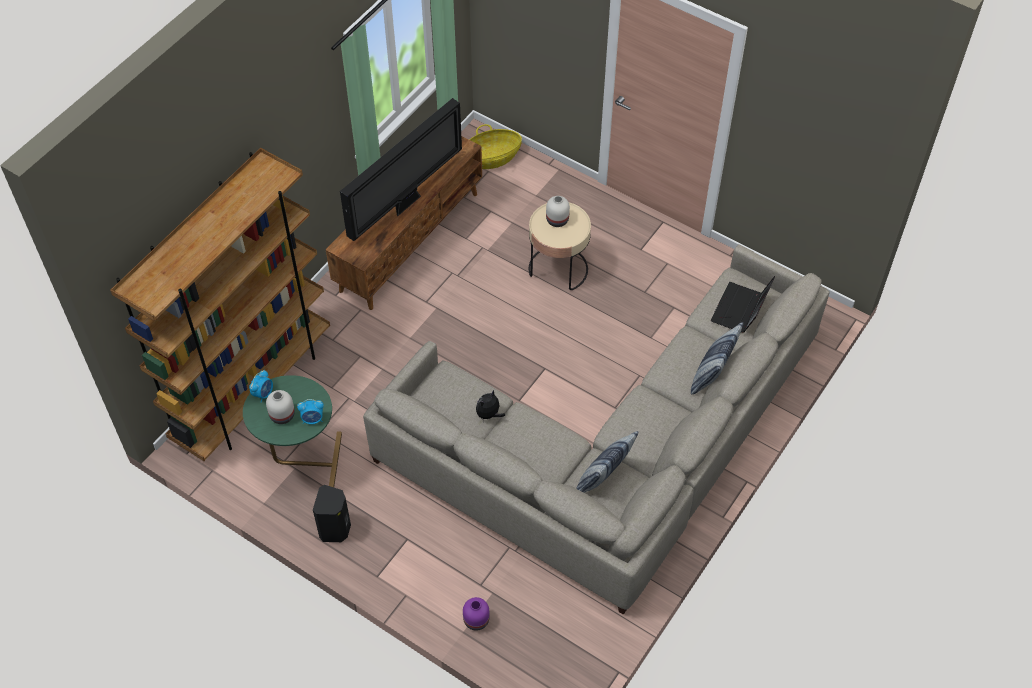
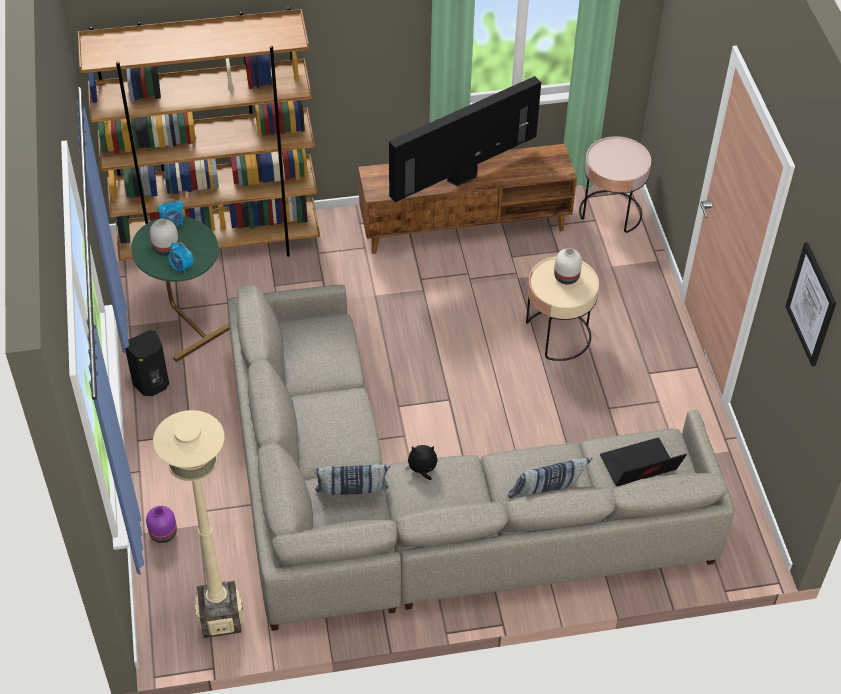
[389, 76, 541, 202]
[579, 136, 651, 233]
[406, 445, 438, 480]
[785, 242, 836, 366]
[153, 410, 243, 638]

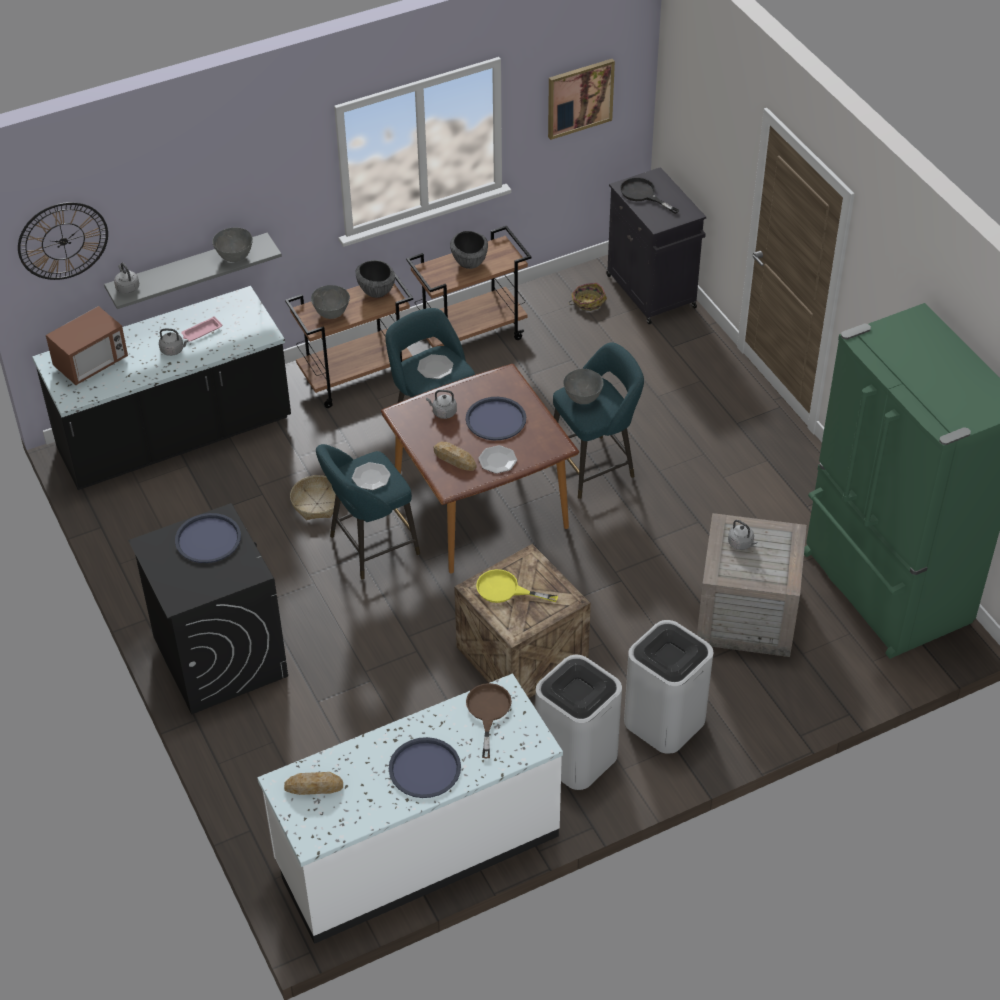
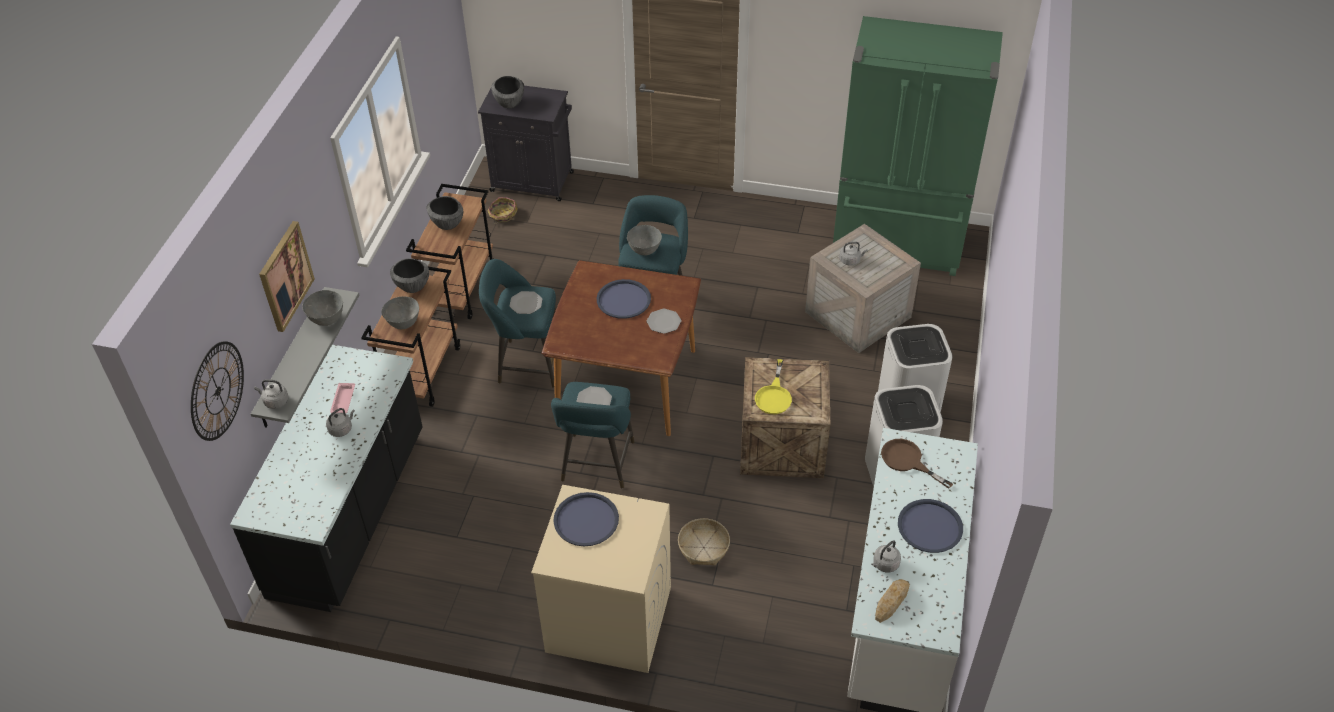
[259, 221, 315, 332]
[491, 76, 524, 108]
[46, 306, 128, 385] (first image)
[871, 540, 901, 573]
[434, 442, 476, 471] (first image)
[678, 518, 730, 566]
[531, 485, 671, 673]
[755, 359, 792, 414]

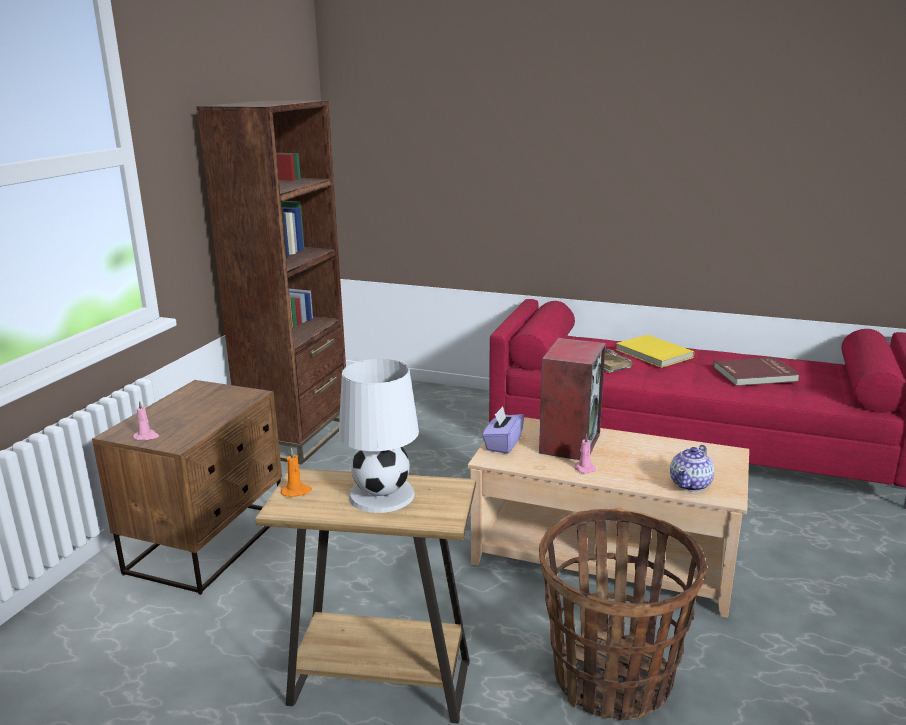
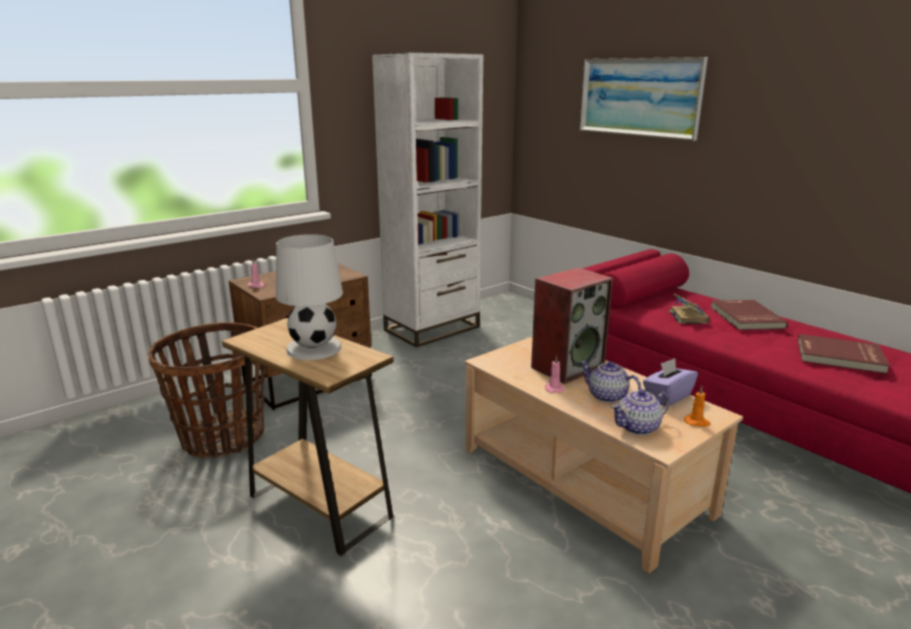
[372, 53, 483, 348]
[711, 300, 788, 330]
[643, 358, 698, 406]
[684, 386, 711, 427]
[148, 322, 265, 458]
[579, 57, 708, 141]
[580, 361, 641, 403]

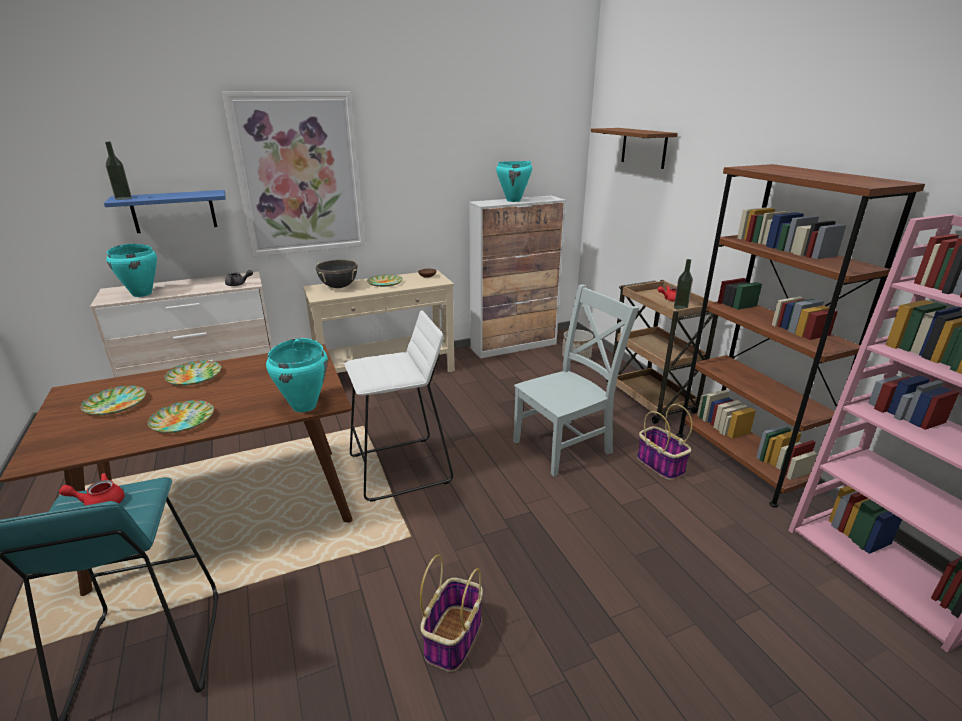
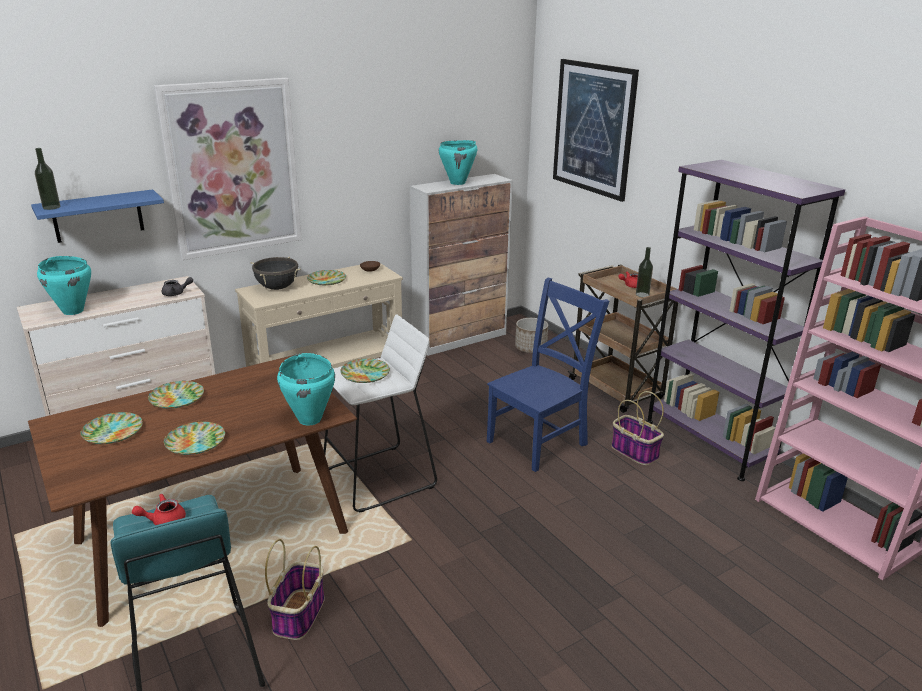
[553, 59, 639, 202]
[646, 160, 845, 481]
[487, 278, 609, 472]
[265, 539, 325, 640]
[340, 359, 390, 383]

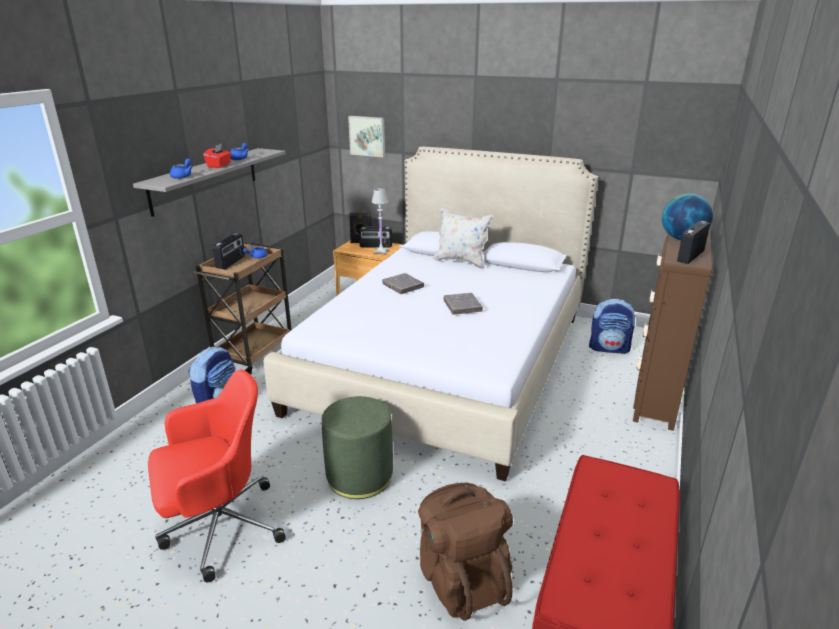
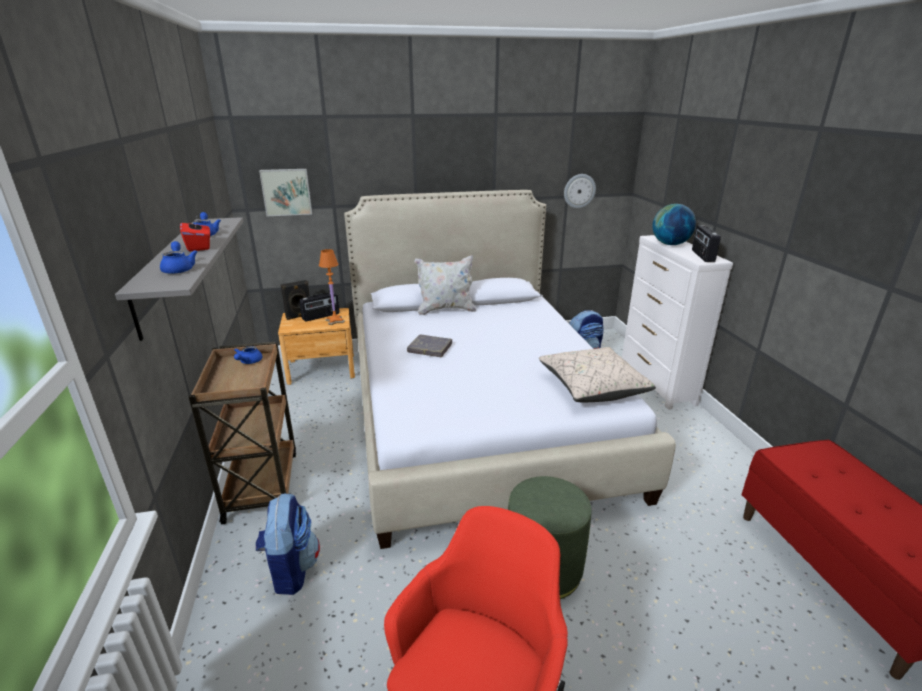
[319, 249, 345, 325]
[622, 235, 733, 410]
[212, 233, 245, 270] (first image)
[444, 293, 483, 315] (first image)
[418, 482, 513, 621] (first image)
[564, 174, 596, 208]
[539, 347, 656, 402]

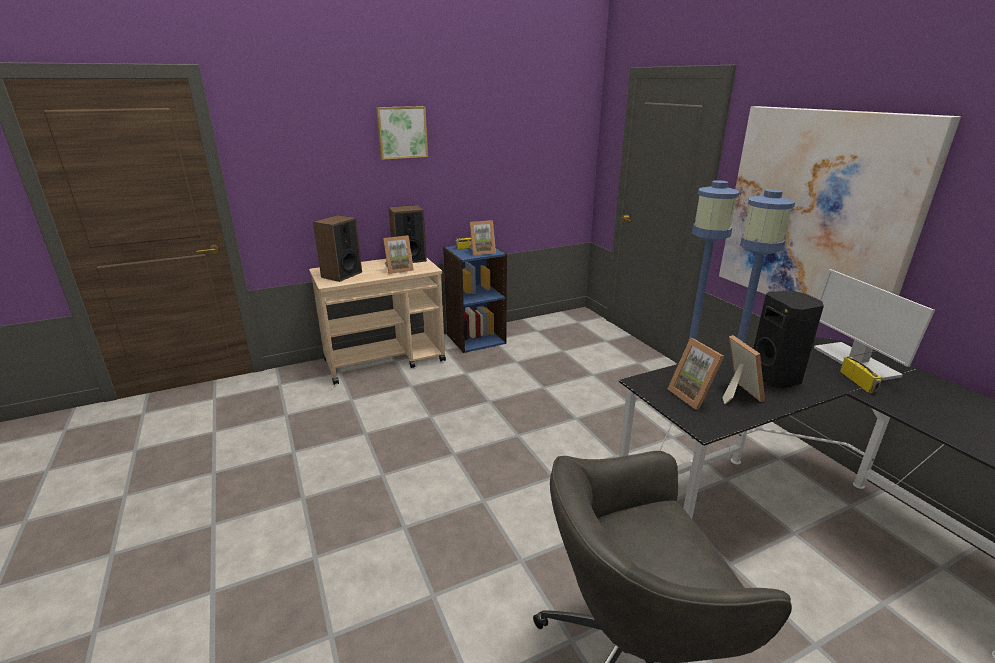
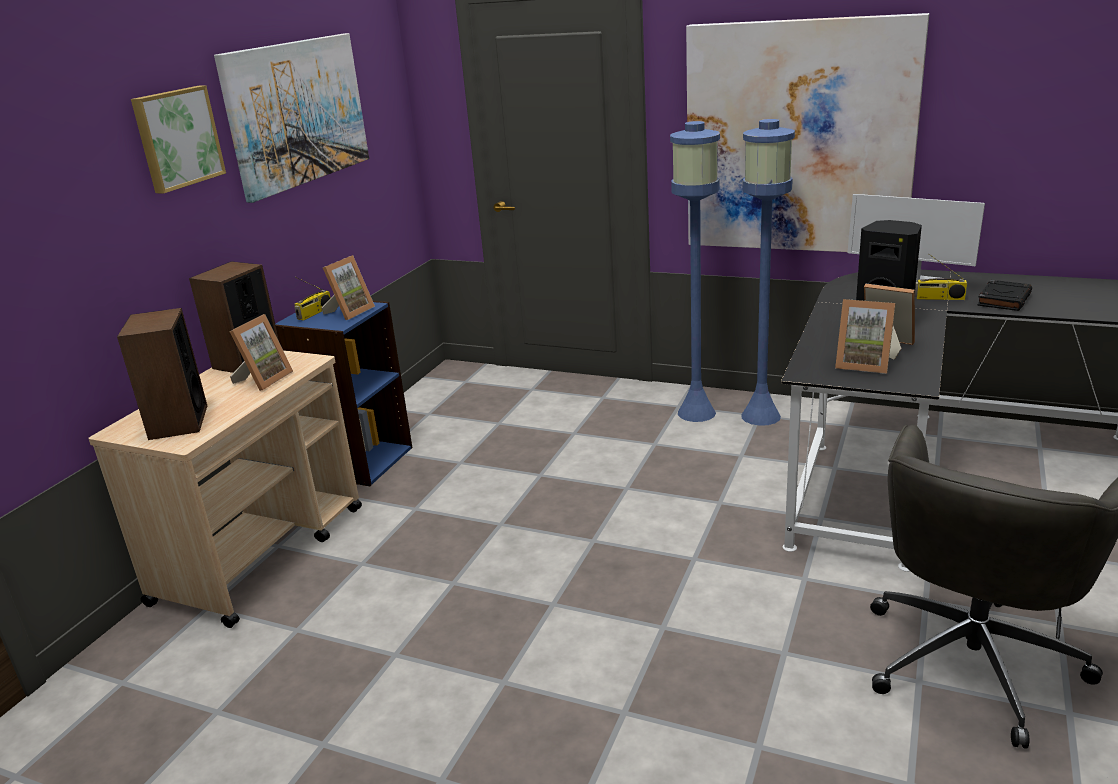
[915, 253, 967, 300]
[214, 33, 369, 203]
[977, 280, 1032, 311]

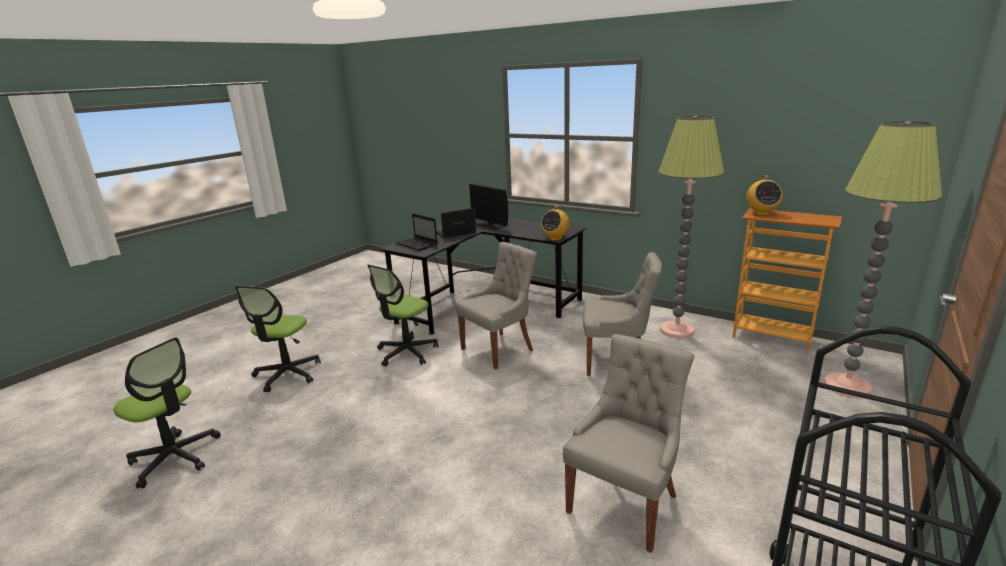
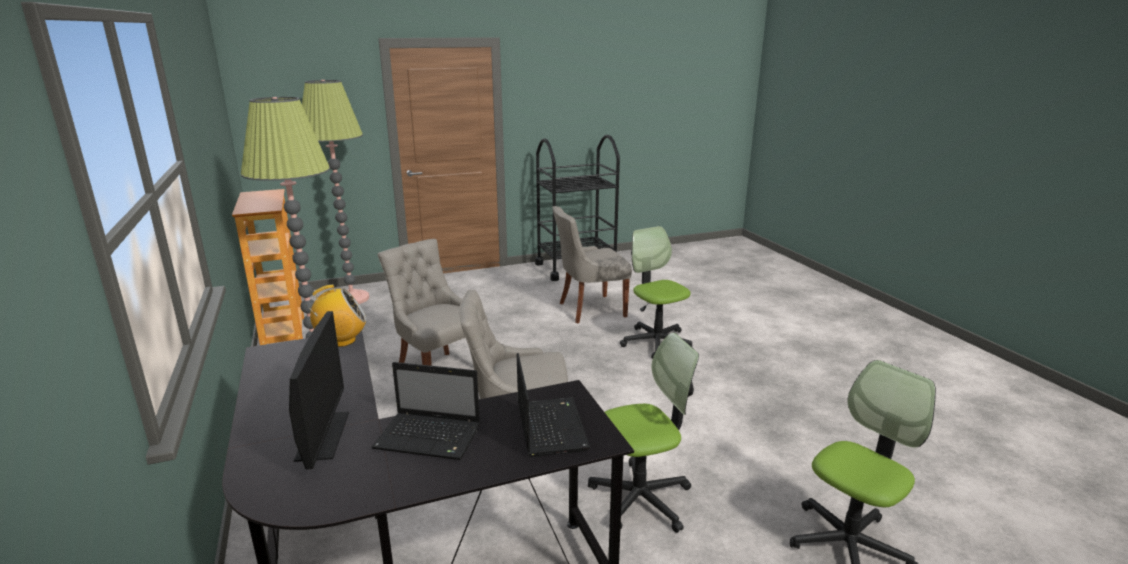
[746, 175, 783, 216] (first image)
[620, 226, 692, 359]

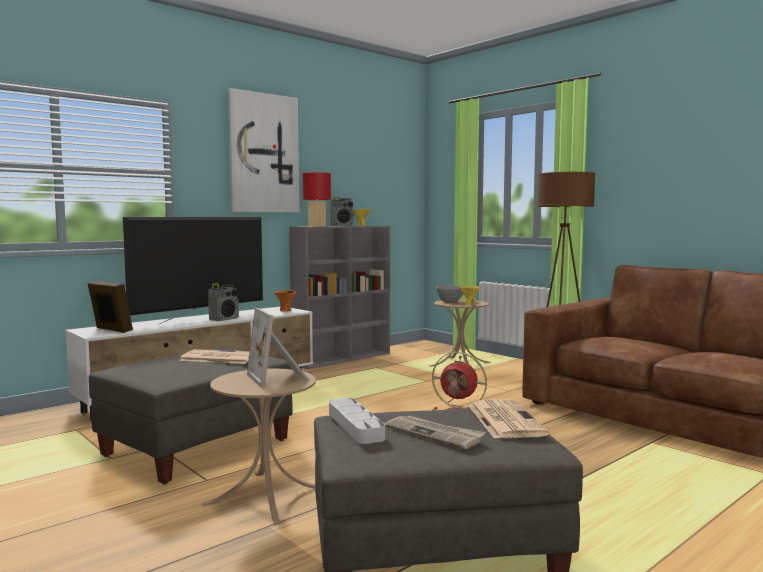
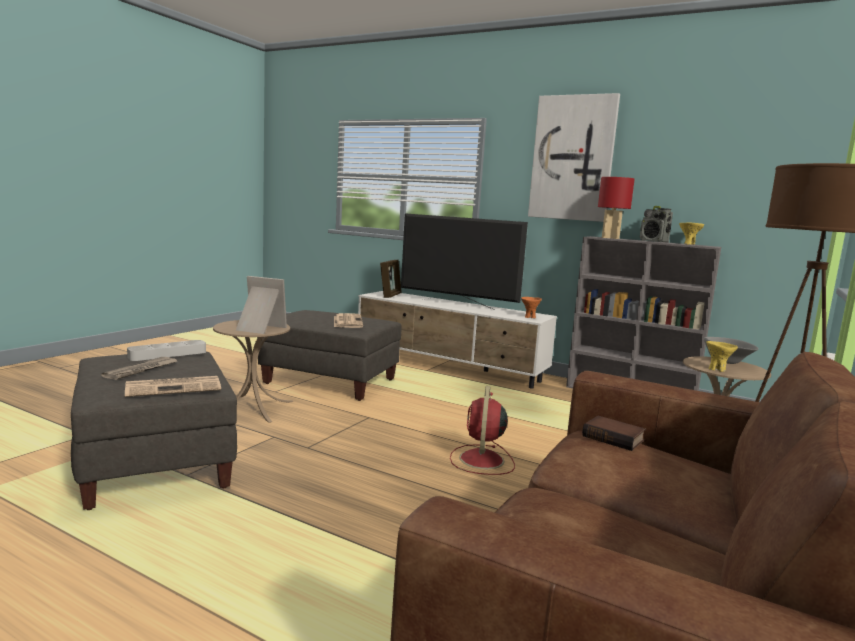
[208, 283, 239, 321] (first image)
[236, 276, 287, 334]
[582, 416, 646, 451]

